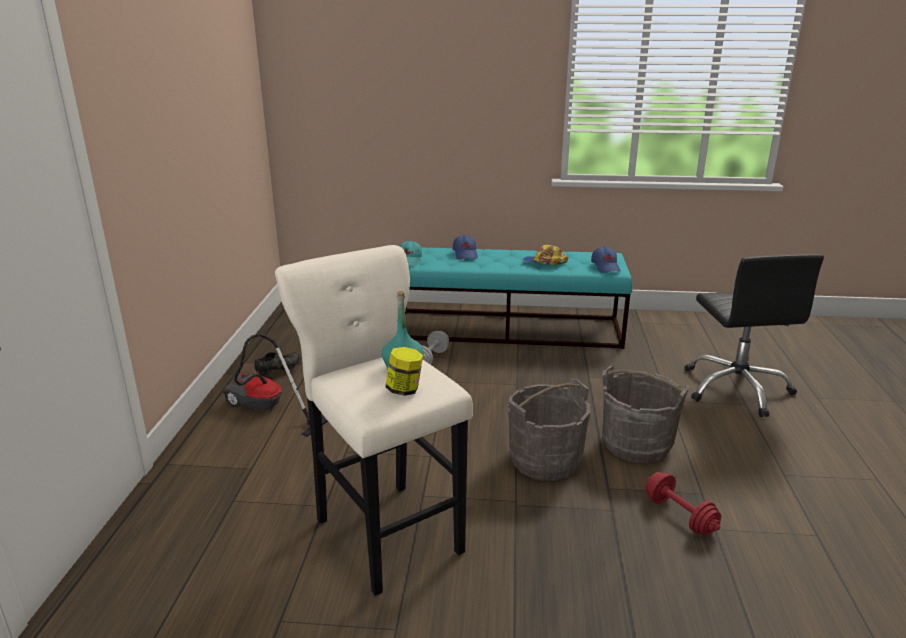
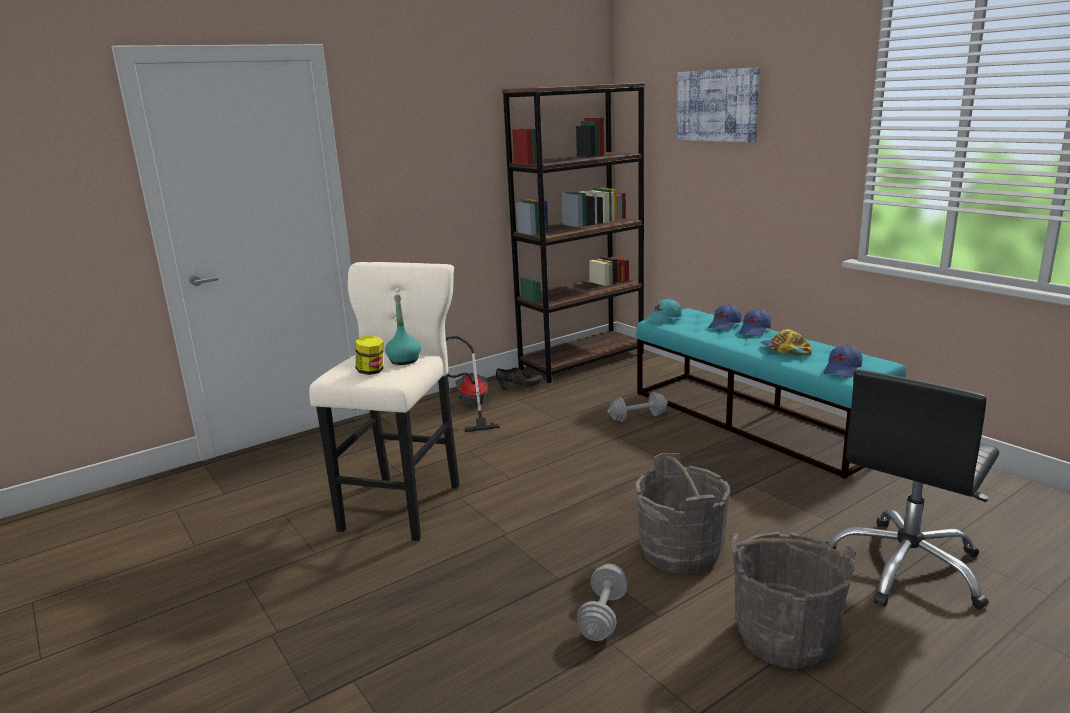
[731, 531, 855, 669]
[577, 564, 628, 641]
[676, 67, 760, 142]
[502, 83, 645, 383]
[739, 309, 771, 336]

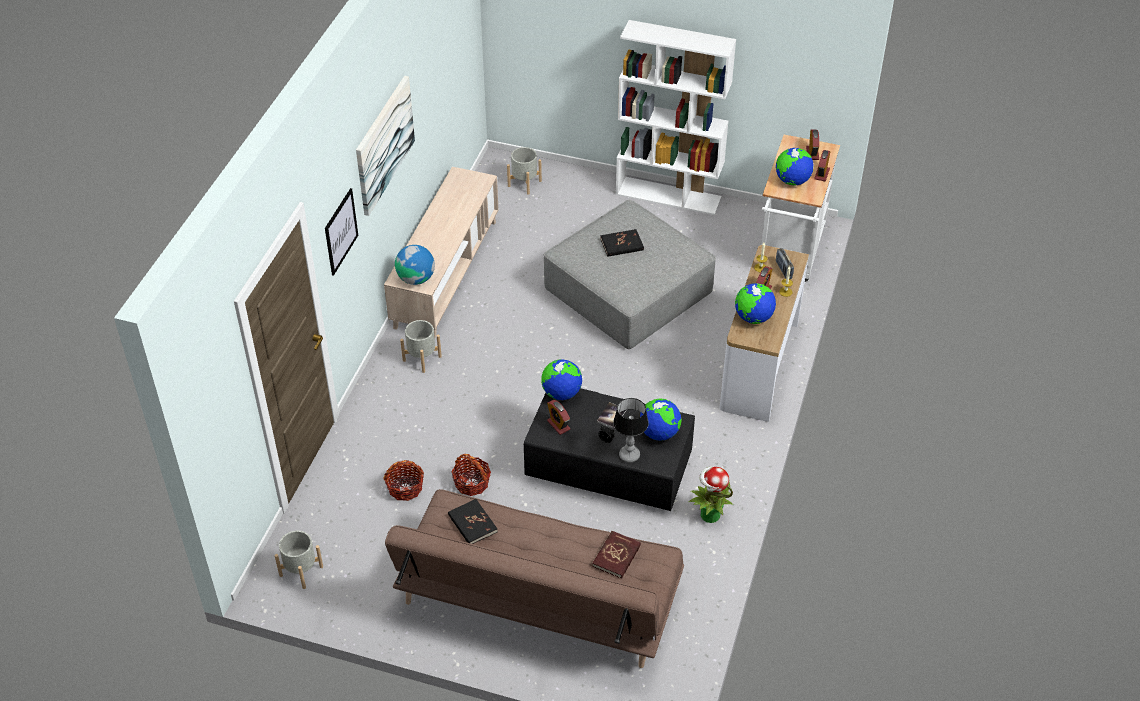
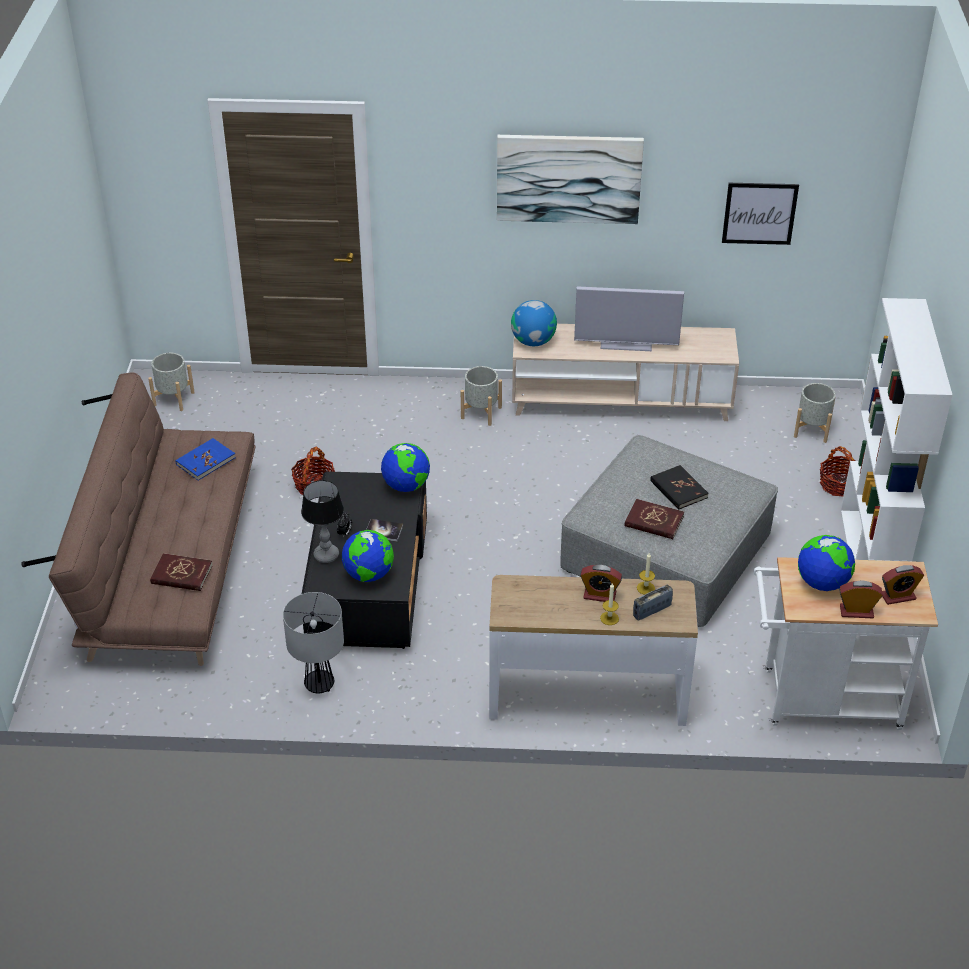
[722, 183, 799, 245]
[735, 283, 776, 324] (first image)
[547, 400, 570, 435] (first image)
[820, 446, 855, 497]
[283, 592, 344, 693]
[176, 438, 236, 481]
[574, 286, 684, 351]
[625, 499, 684, 539]

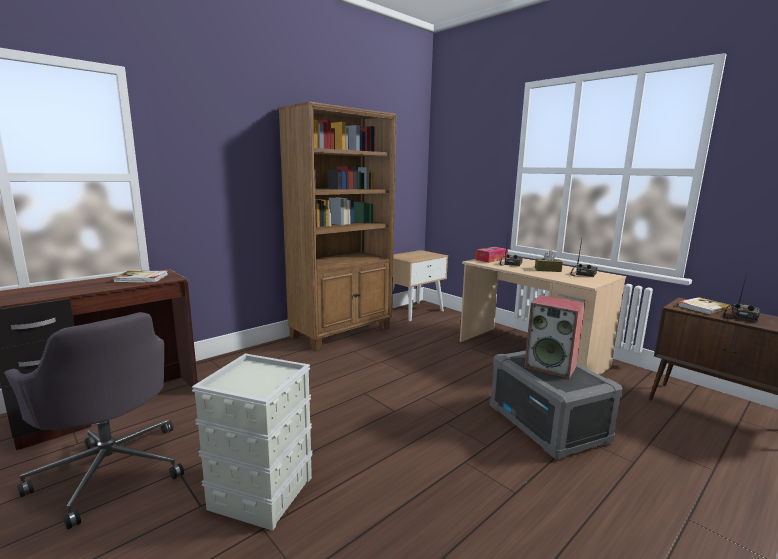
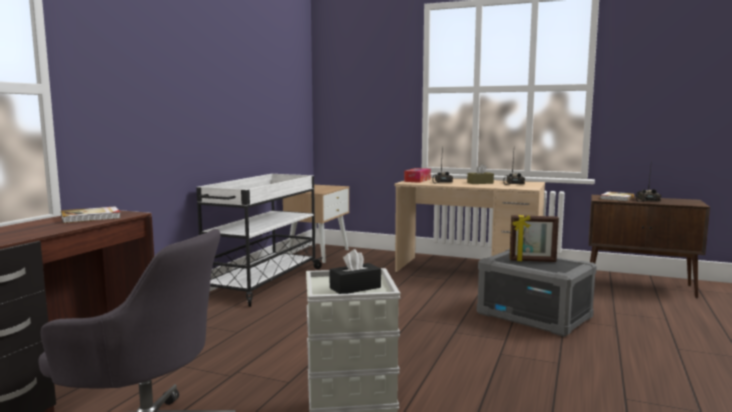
[196, 174, 322, 307]
[509, 215, 559, 262]
[329, 249, 381, 294]

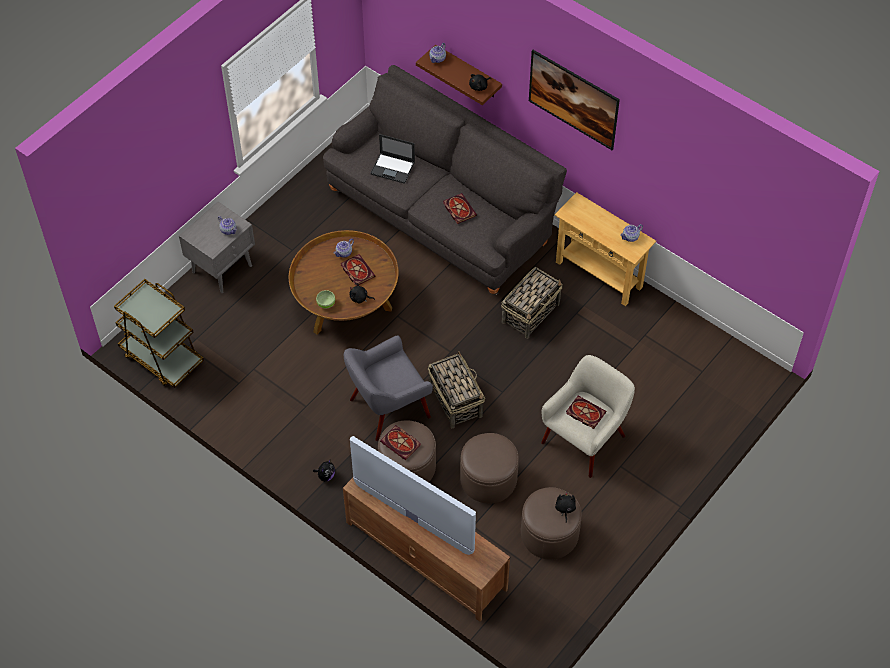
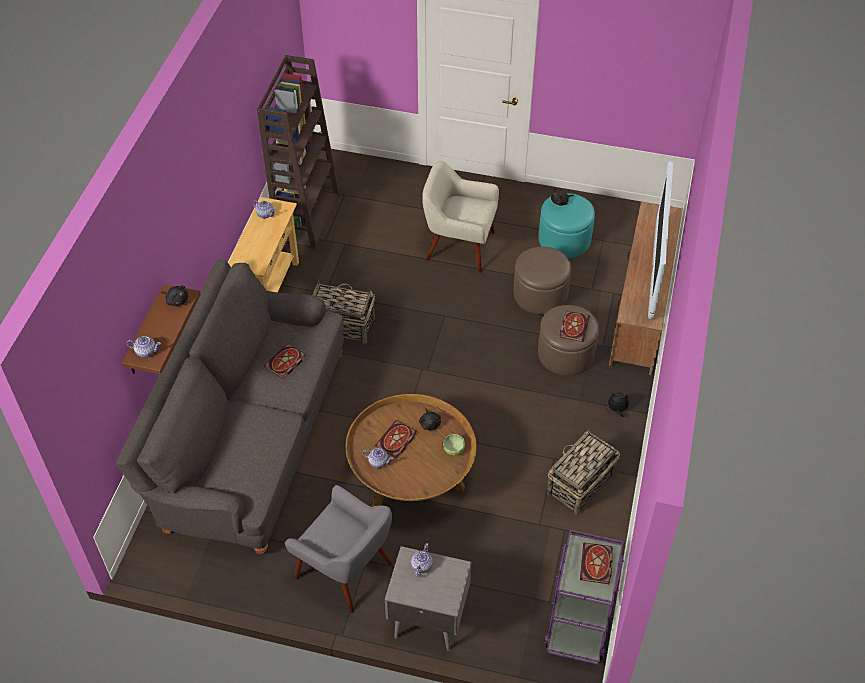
[529, 50, 620, 150] (first image)
[370, 134, 415, 184] (first image)
[545, 530, 624, 665]
[285, 485, 392, 613]
[547, 429, 620, 515]
[580, 542, 613, 584]
[539, 193, 595, 258]
[257, 55, 340, 249]

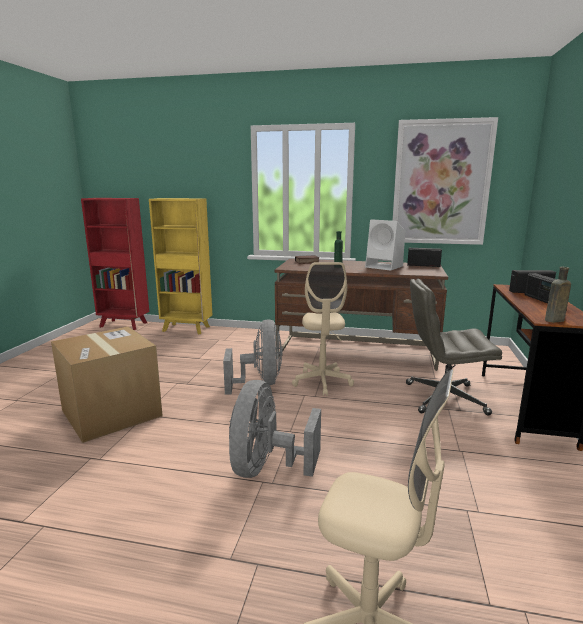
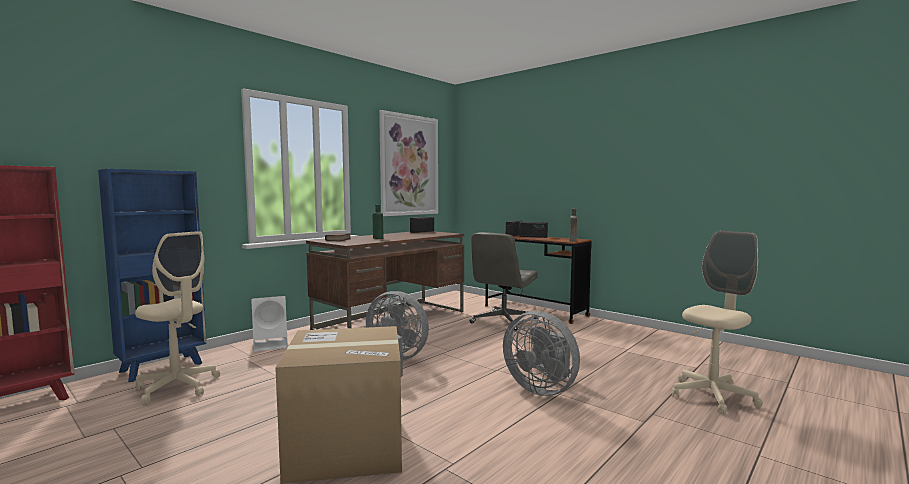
[98, 169, 207, 382]
[251, 296, 288, 352]
[135, 231, 220, 404]

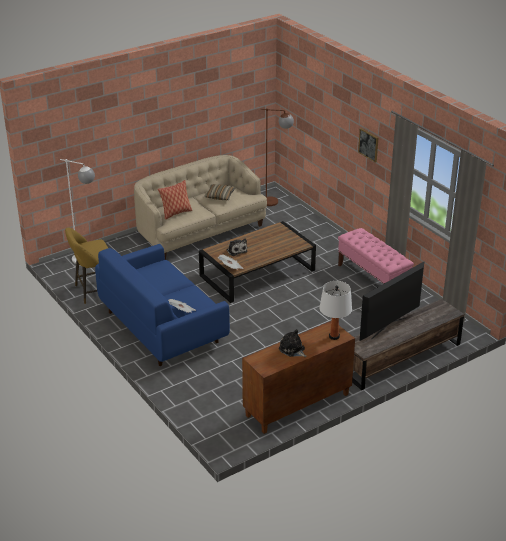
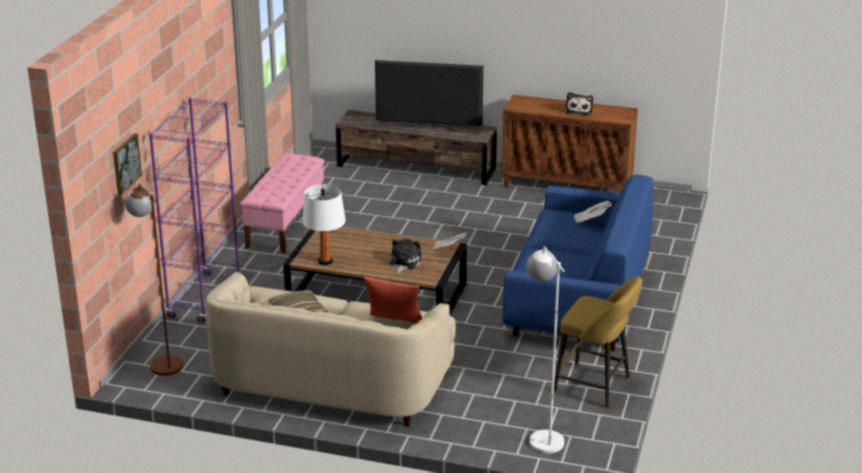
[113, 133, 142, 195]
[302, 184, 346, 265]
[149, 98, 241, 323]

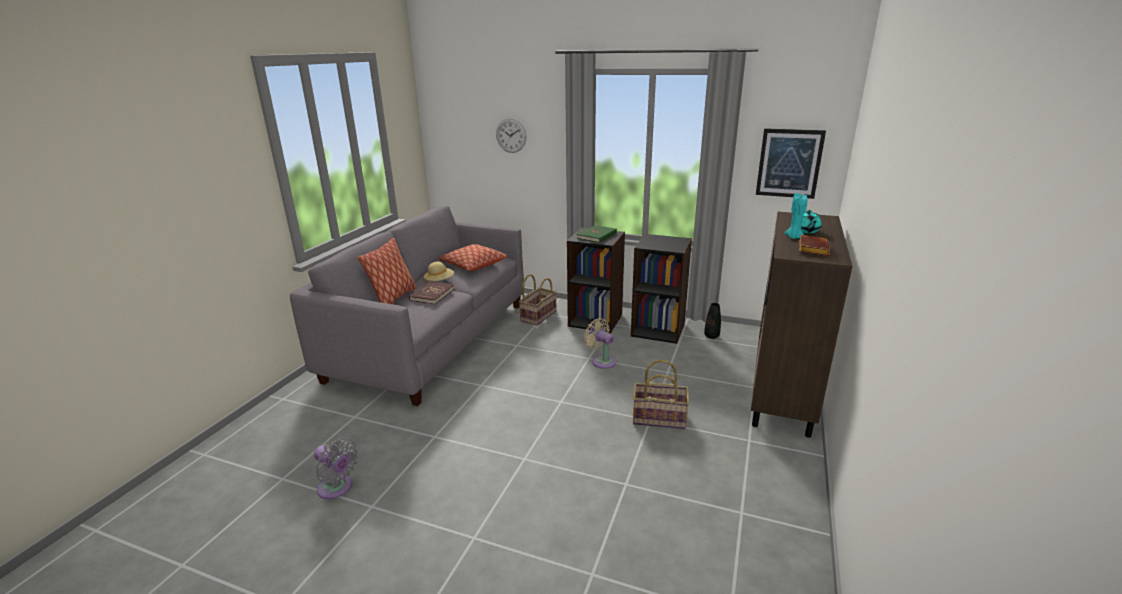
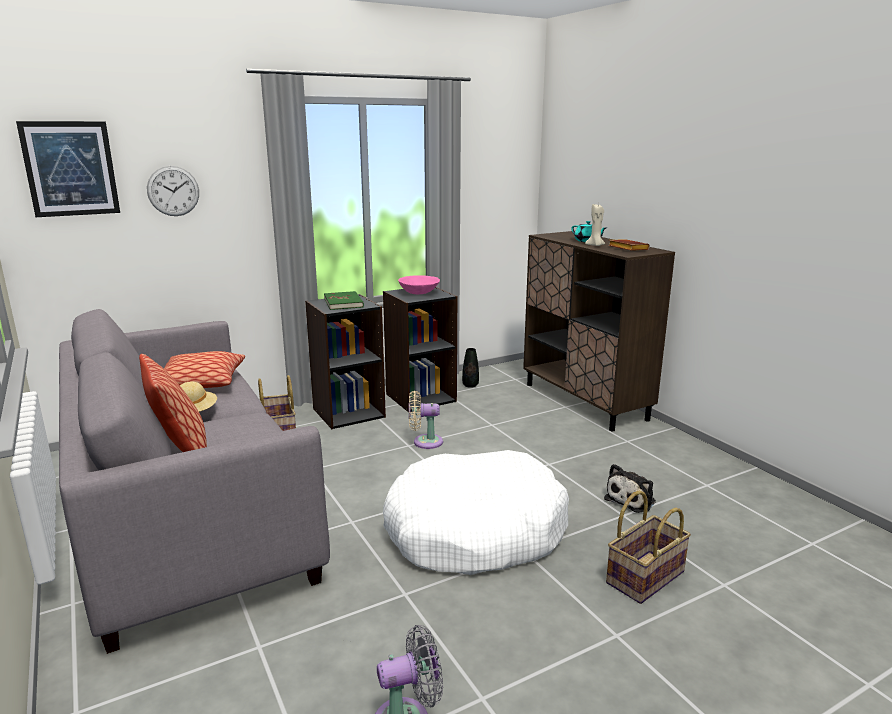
[16, 121, 120, 217]
[585, 203, 605, 246]
[409, 281, 455, 304] (first image)
[606, 490, 691, 604]
[398, 275, 440, 294]
[383, 450, 569, 575]
[604, 464, 656, 513]

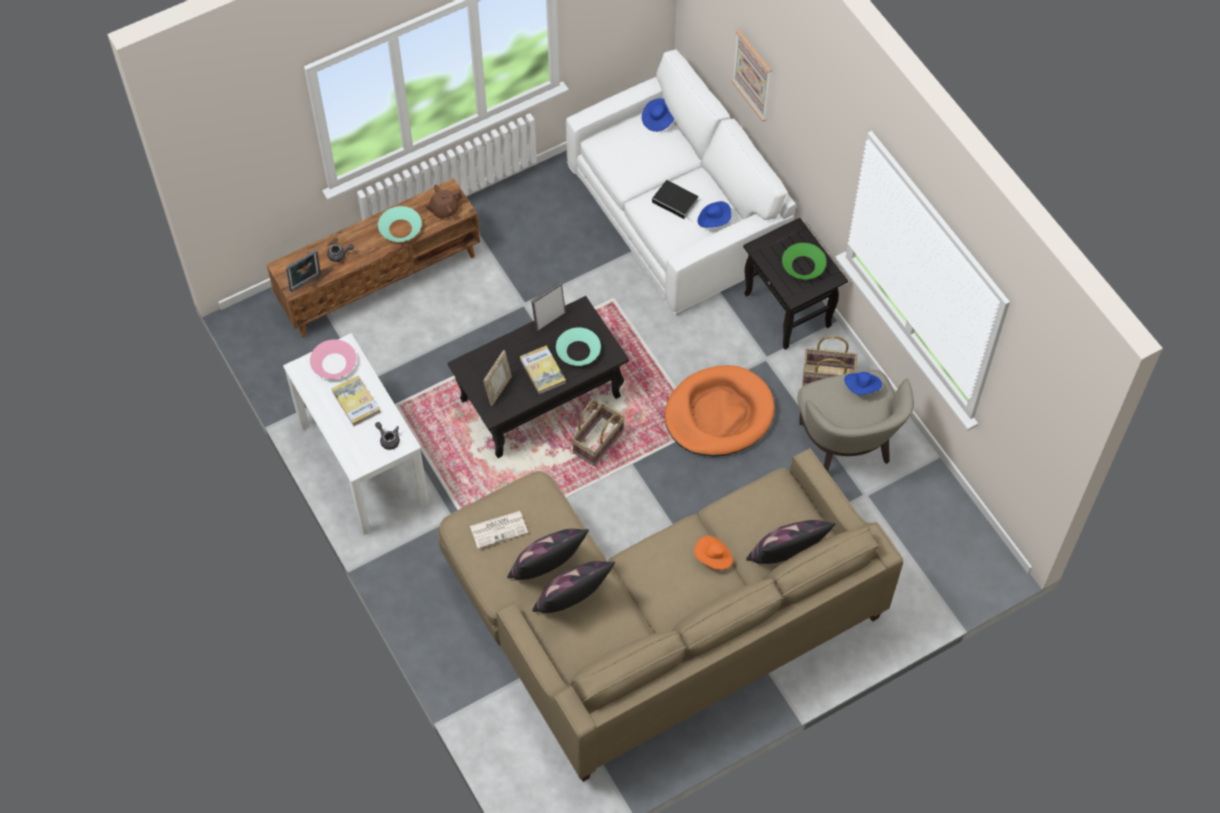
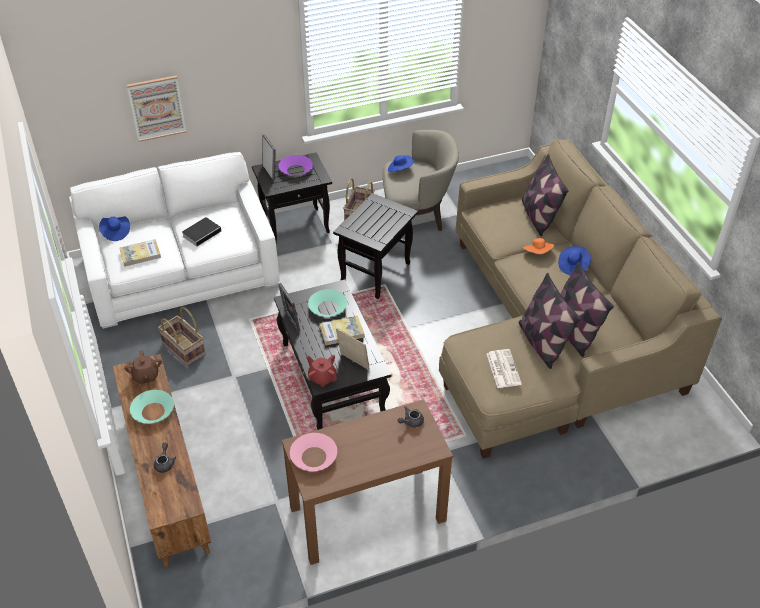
[558, 246, 591, 275]
[279, 155, 313, 176]
[262, 134, 276, 180]
[282, 399, 453, 565]
[333, 193, 418, 299]
[119, 239, 161, 267]
[158, 307, 206, 366]
[306, 355, 337, 387]

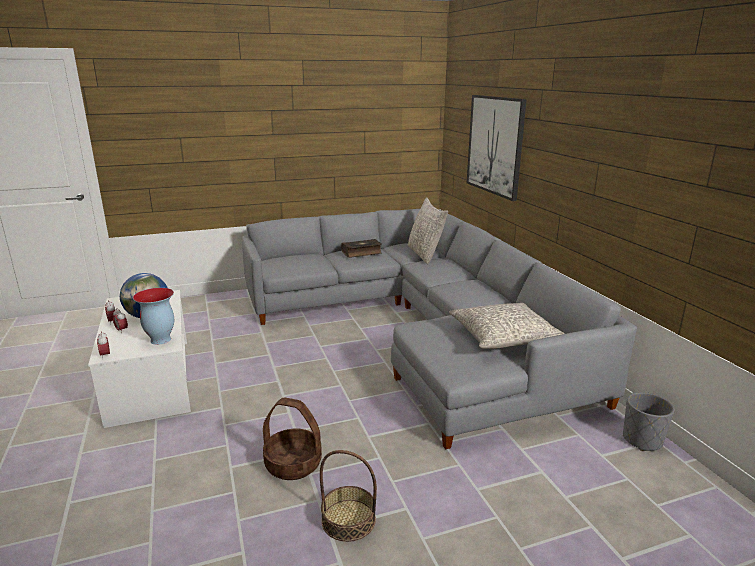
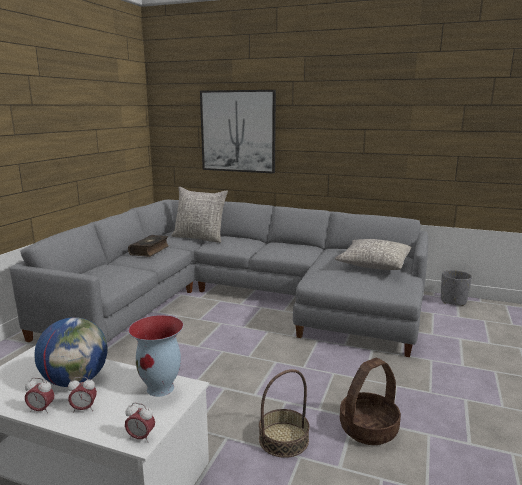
[259, 369, 310, 458]

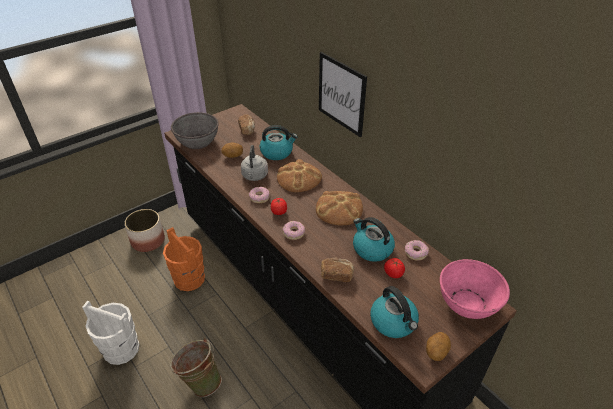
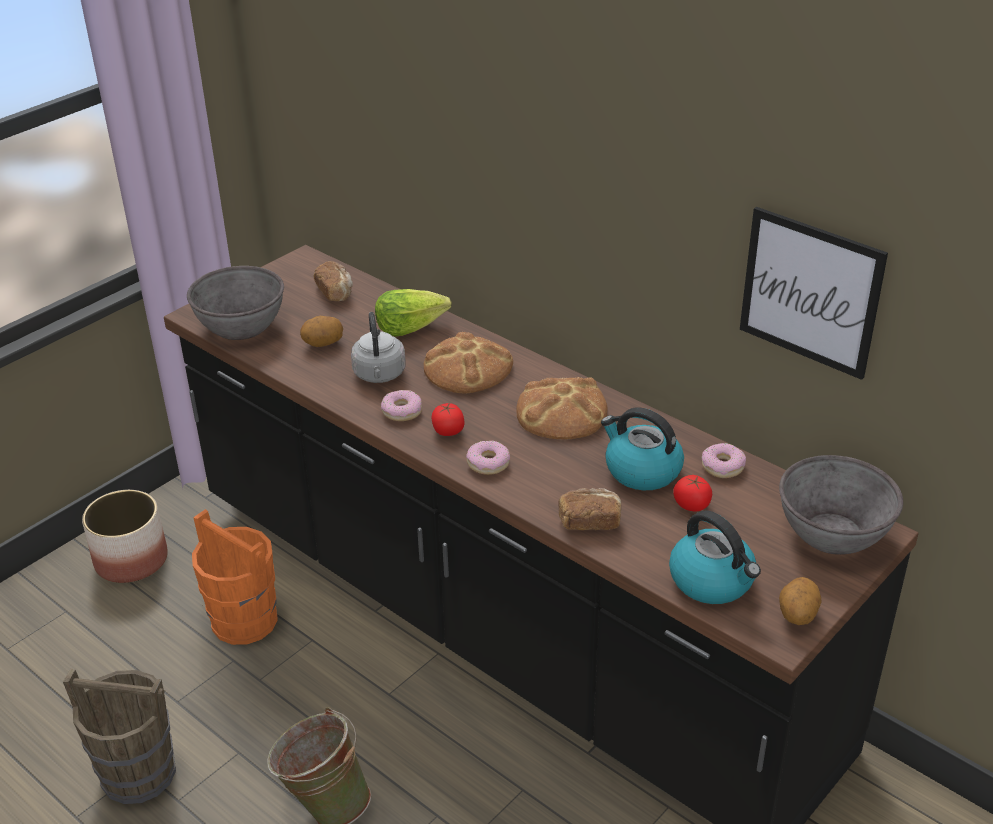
[740, 207, 888, 380]
[375, 289, 452, 337]
[779, 455, 903, 555]
[63, 668, 176, 804]

